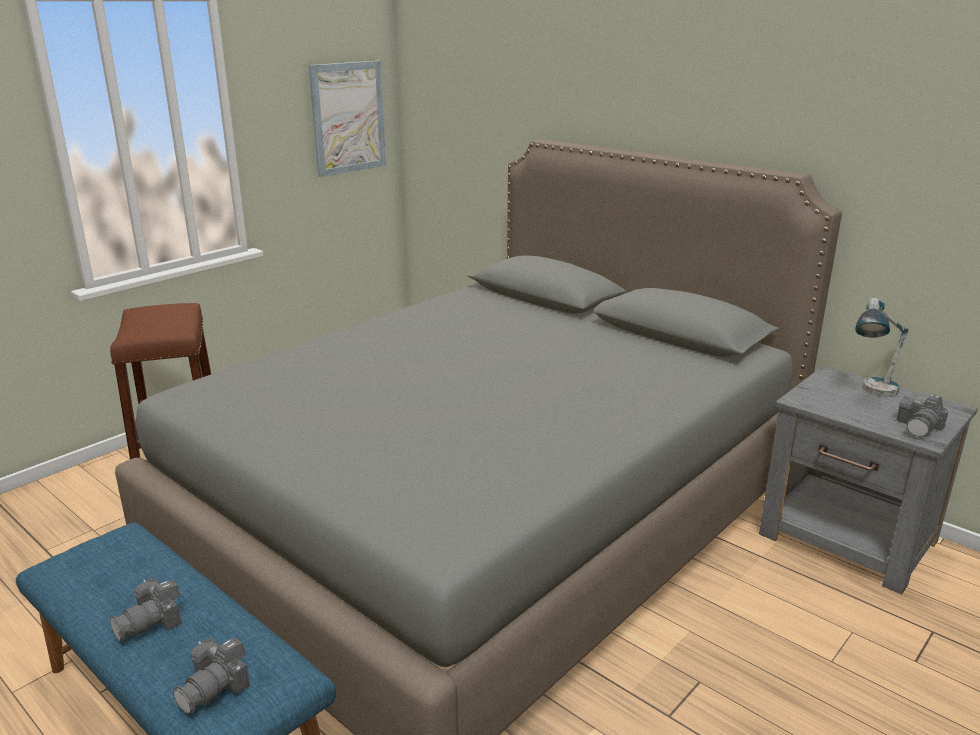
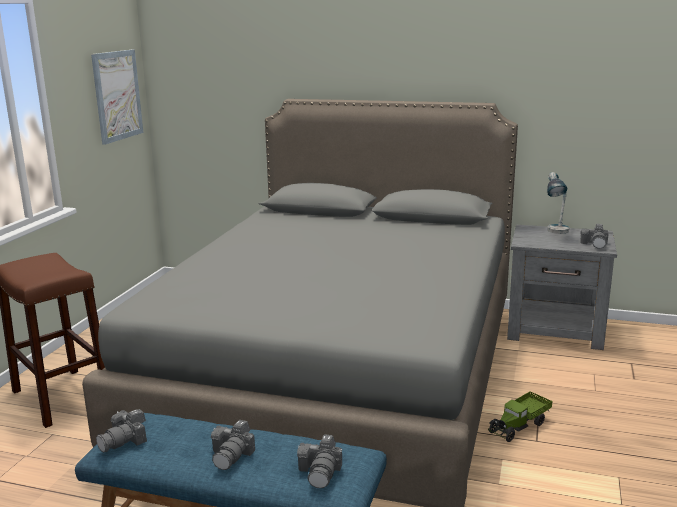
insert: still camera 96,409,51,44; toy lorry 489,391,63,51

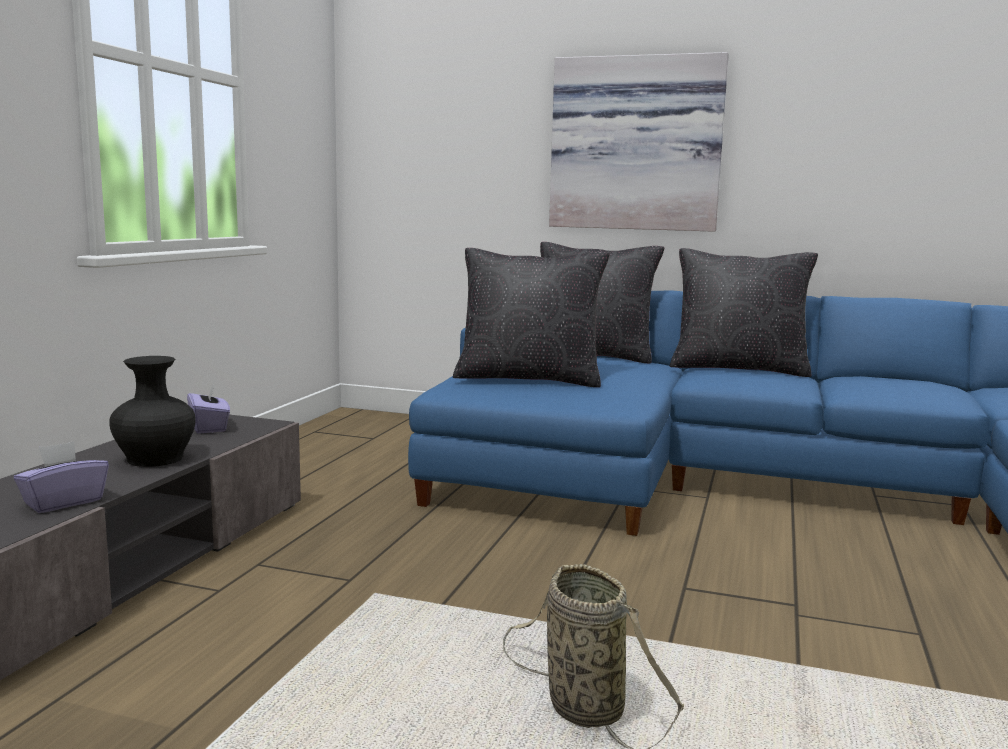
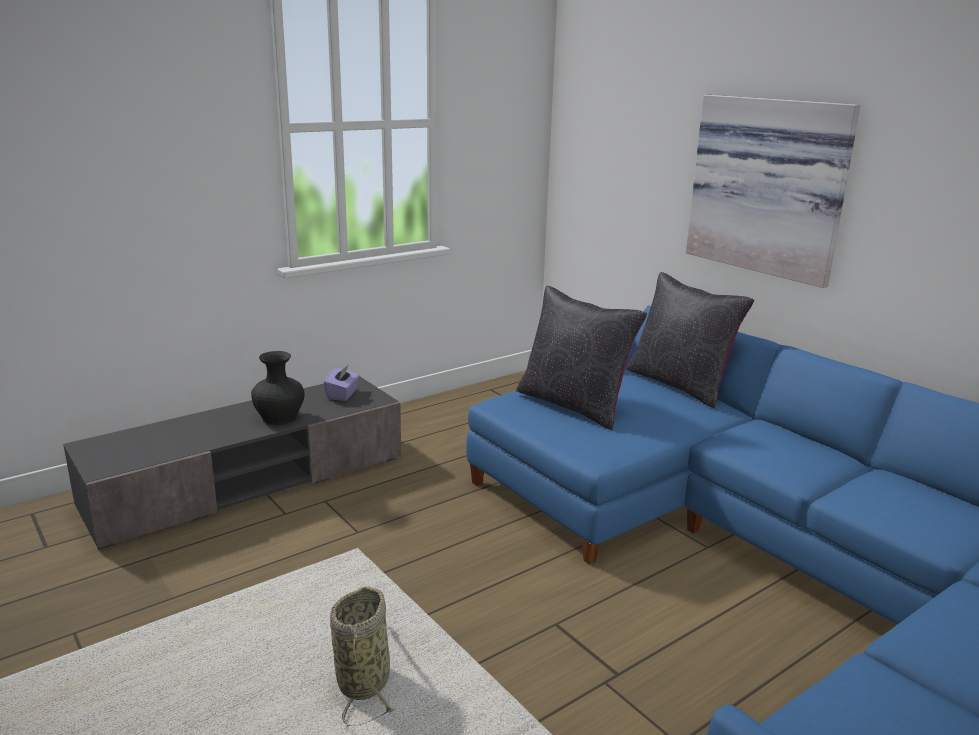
delete: purplish tissue holder 14,441,95,72; black cushion 670,248,148,129

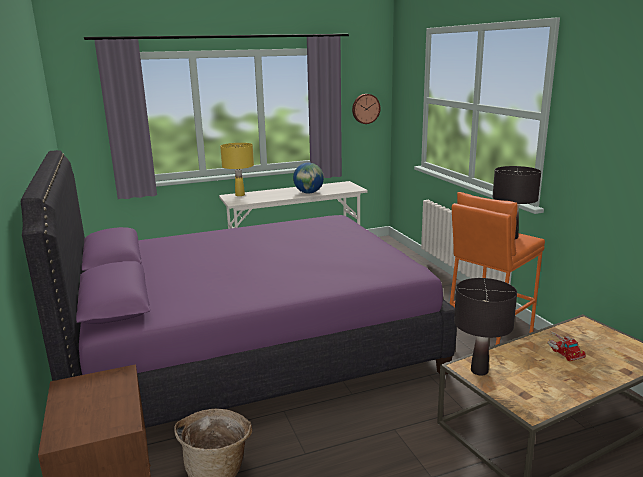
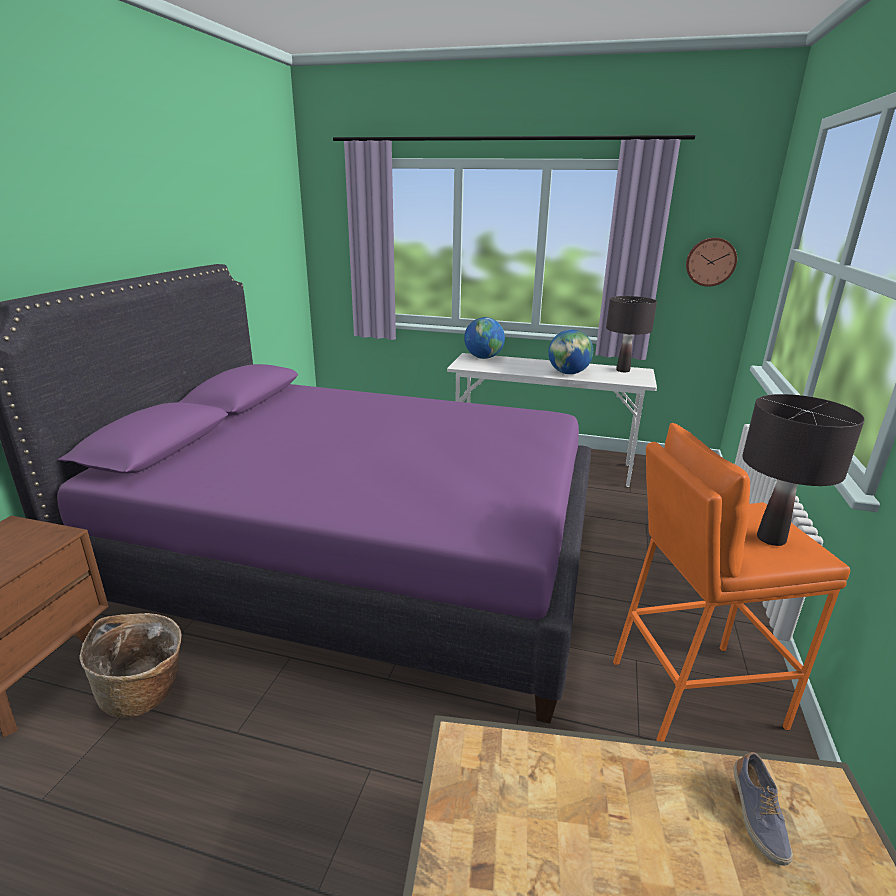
delete: toy lorry 547,331,39,30
insert: item of footwear 734,752,59,114
move: black table lamp 454,278,63,97 to 606,296,51,76
replace: yellow-coloured table lamp 220,143,34,53 to globe 464,317,41,42

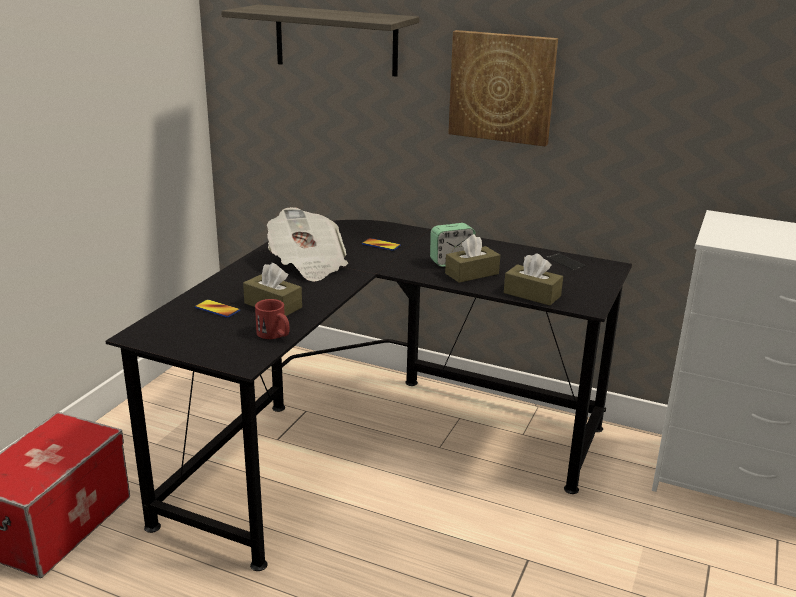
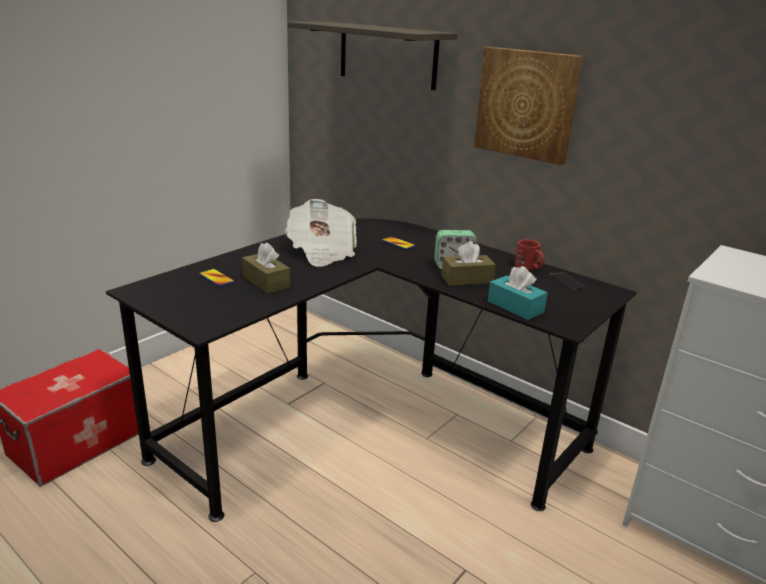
move: red mug 255,299,35,40 to 515,239,29,31
recolor: brownish tissue holder 504,253,59,53 to turquoise-coloured tissue holder 488,266,60,54

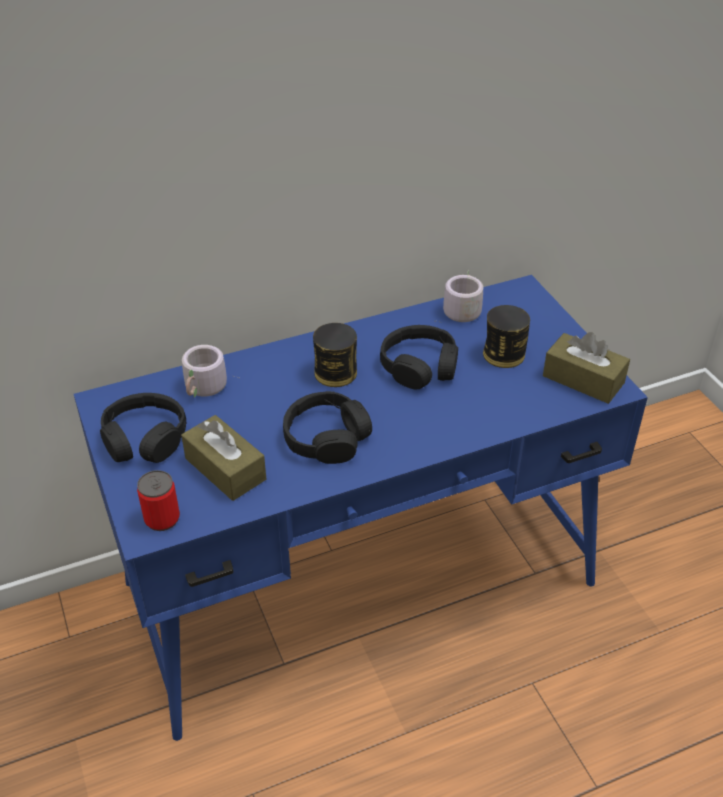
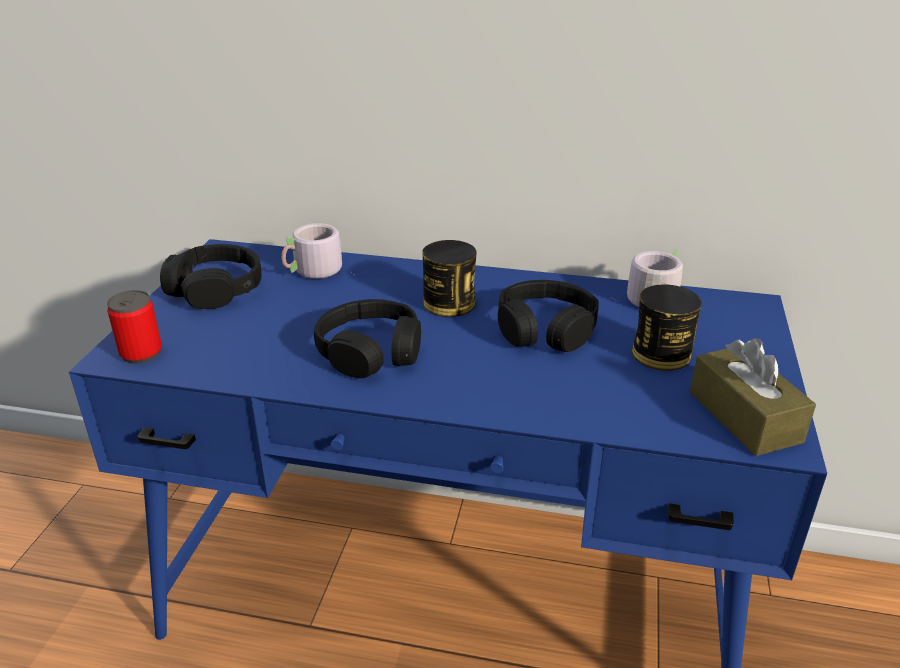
delete: brownish tissue holder 181,415,85,86

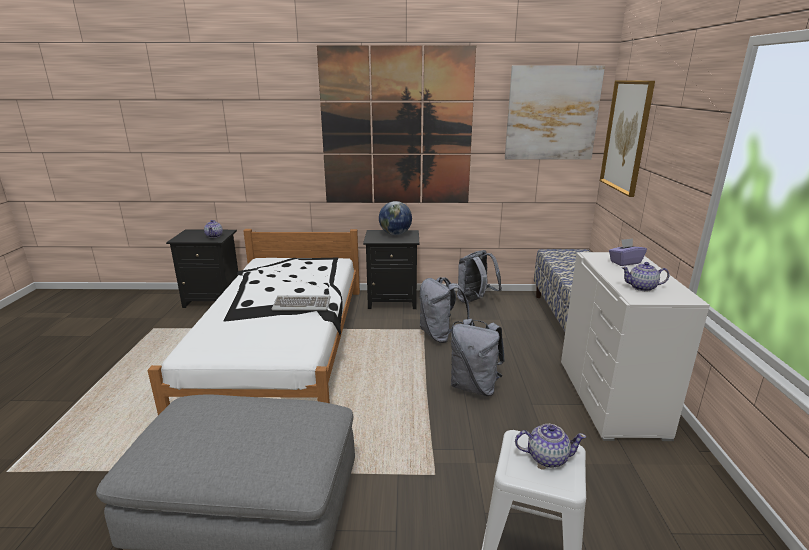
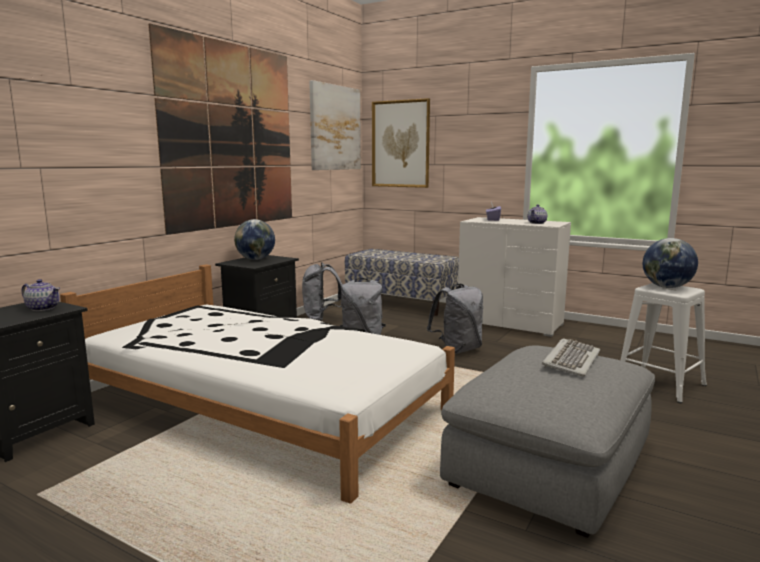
move: PC keyboard 271,295,59,16 to 542,338,58,39
replace: tea pot 515,424,71,44 to globe 643,238,55,50

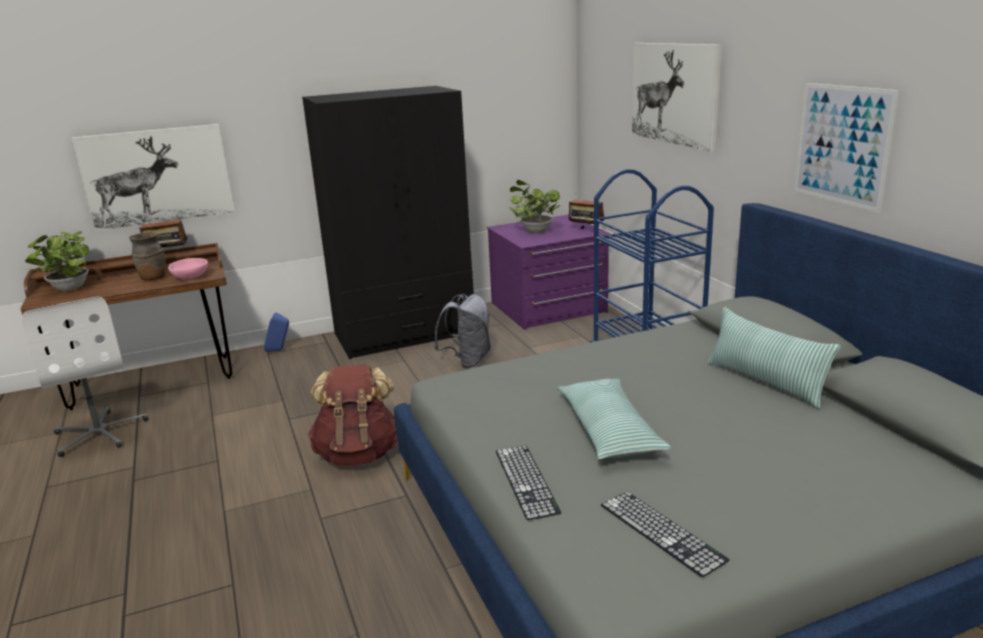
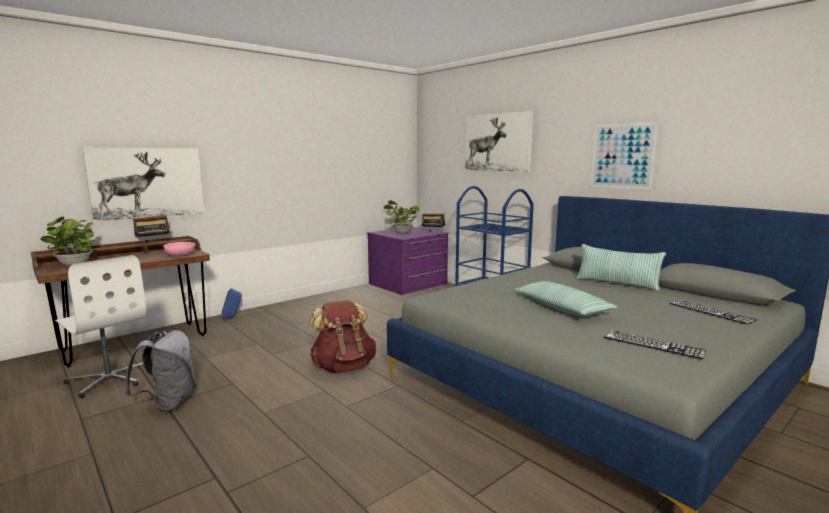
delete: brownish vase 129,232,37,48; black wardrobe 302,86,172,273
move: greyish backpack 434,294,57,74 to 125,330,71,83; PC keyboard 496,446,65,74 to 670,300,87,24

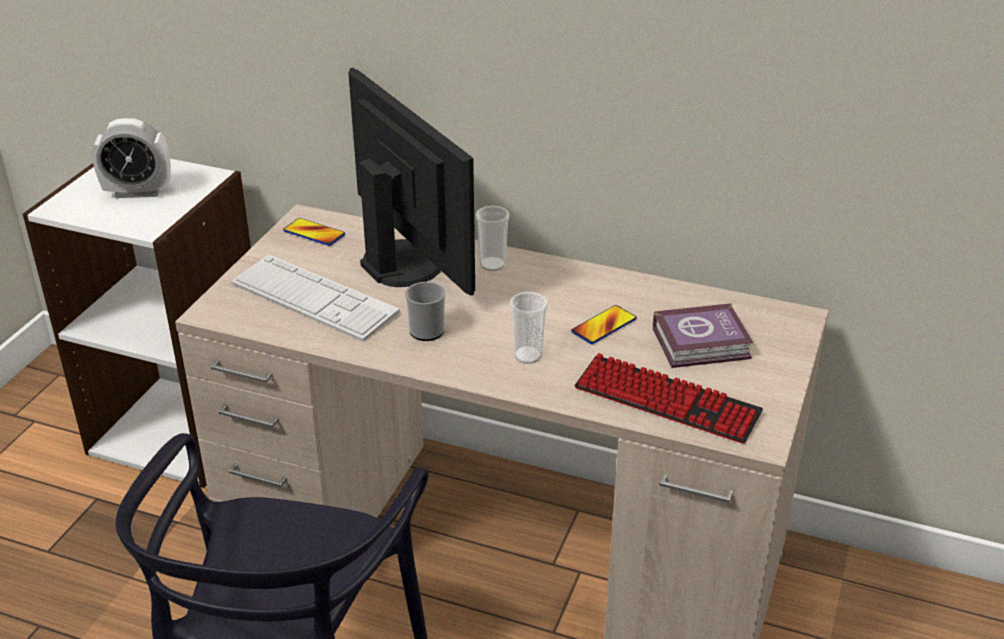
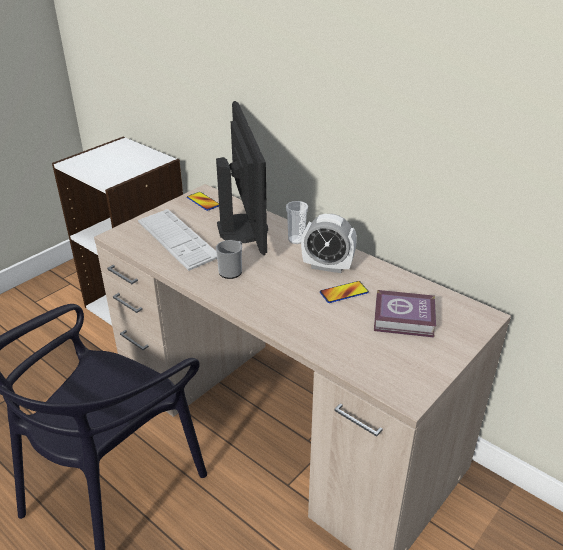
delete: cup 510,292,38,72; PC keyboard 574,353,189,91
move: table clock 92,118,79,80 to 301,214,56,59

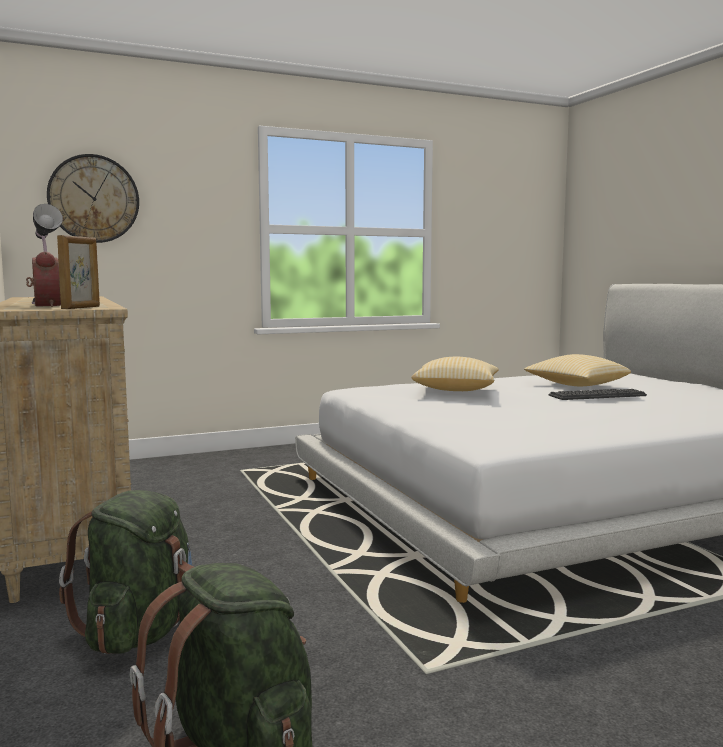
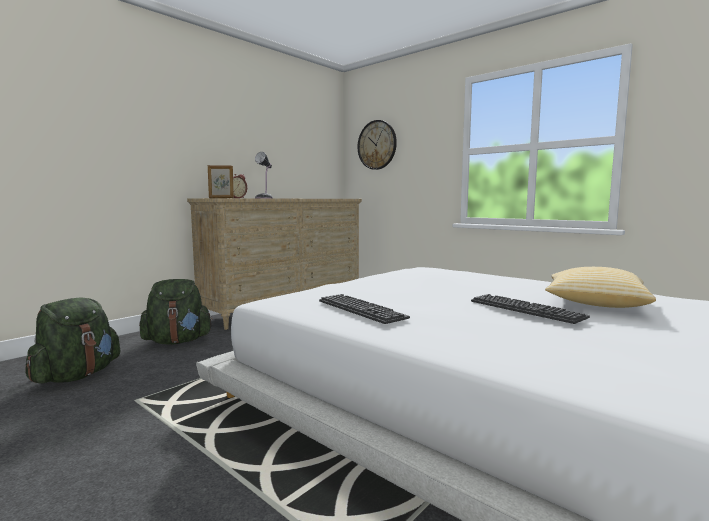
delete: cushion 411,357,88,34
insert: PC keyboard 319,294,91,30

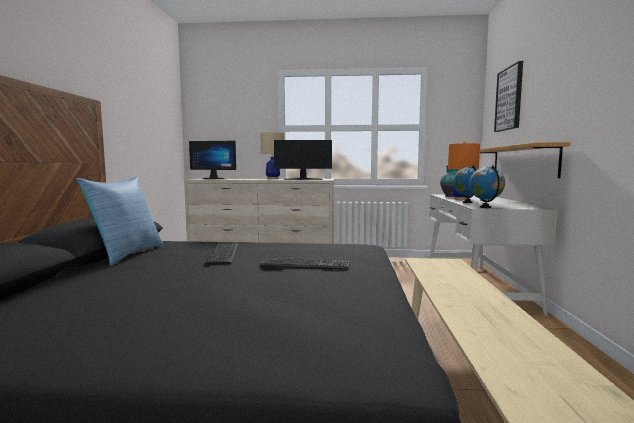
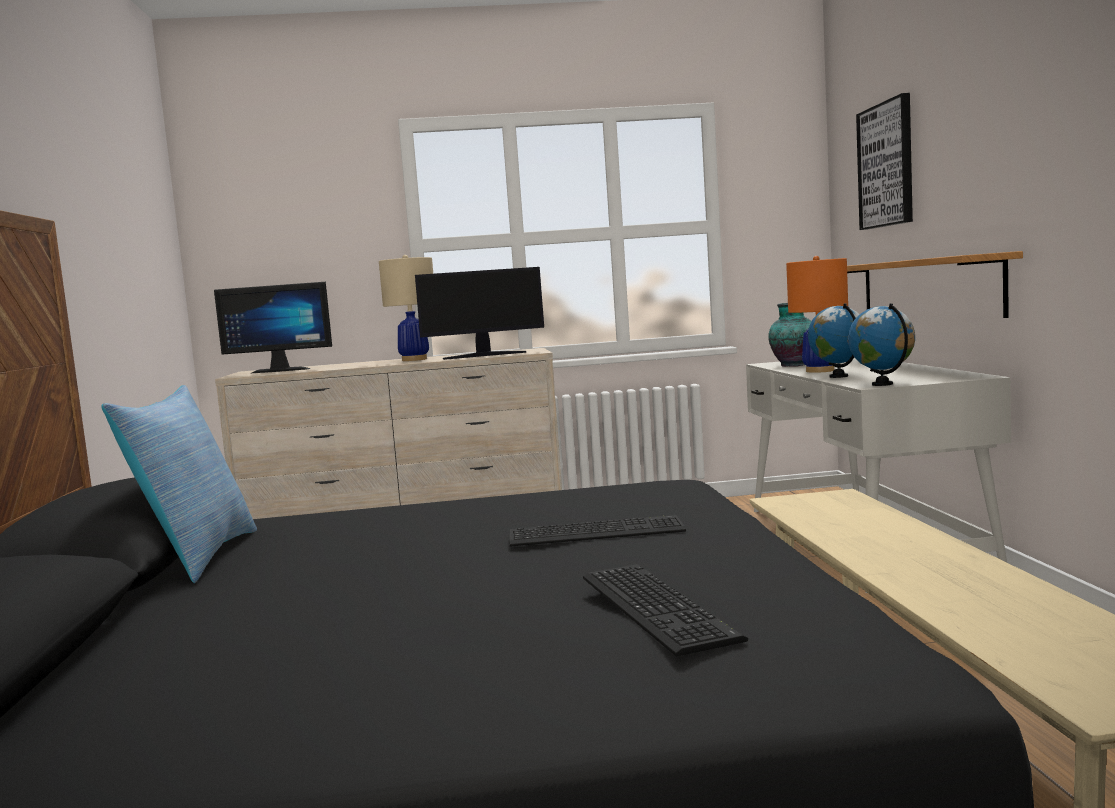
move: PC keyboard 204,244,34,21 to 583,564,165,92

